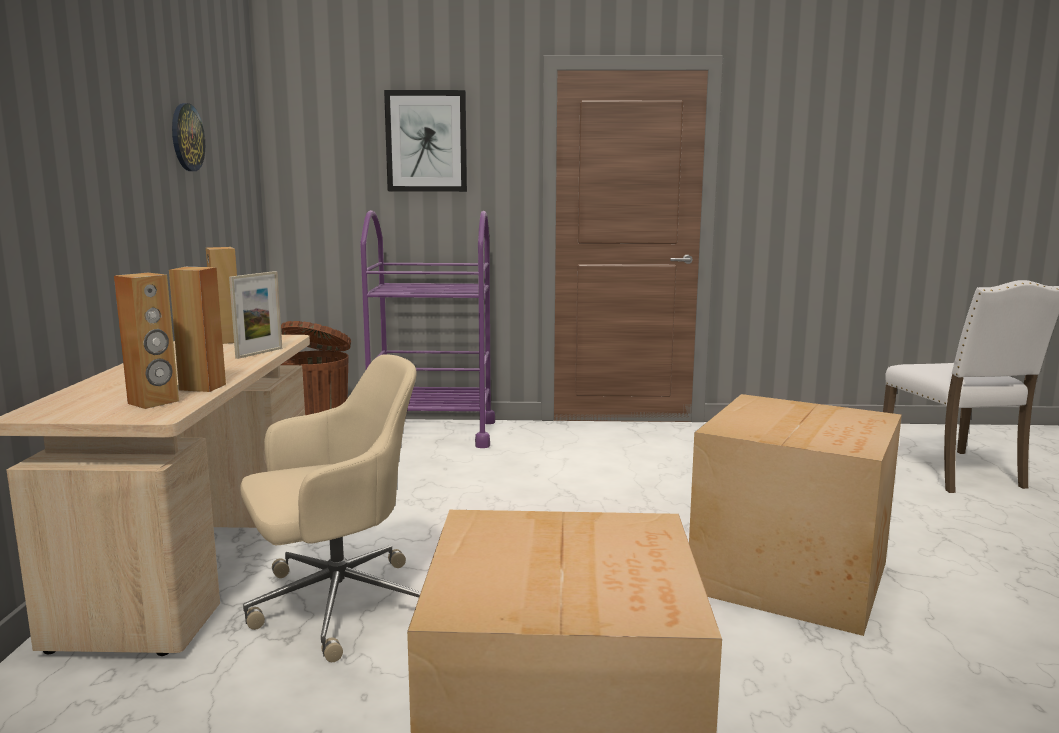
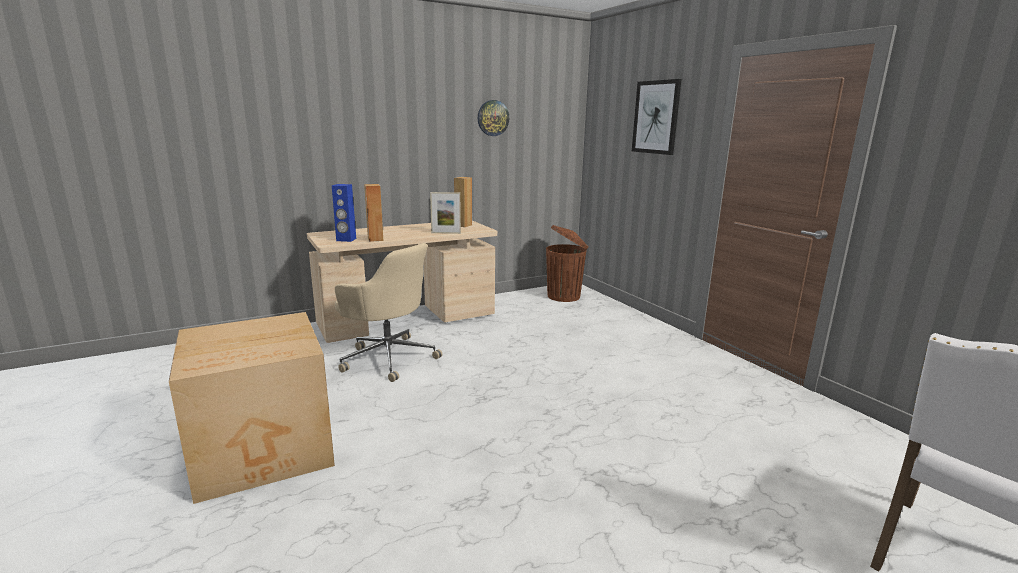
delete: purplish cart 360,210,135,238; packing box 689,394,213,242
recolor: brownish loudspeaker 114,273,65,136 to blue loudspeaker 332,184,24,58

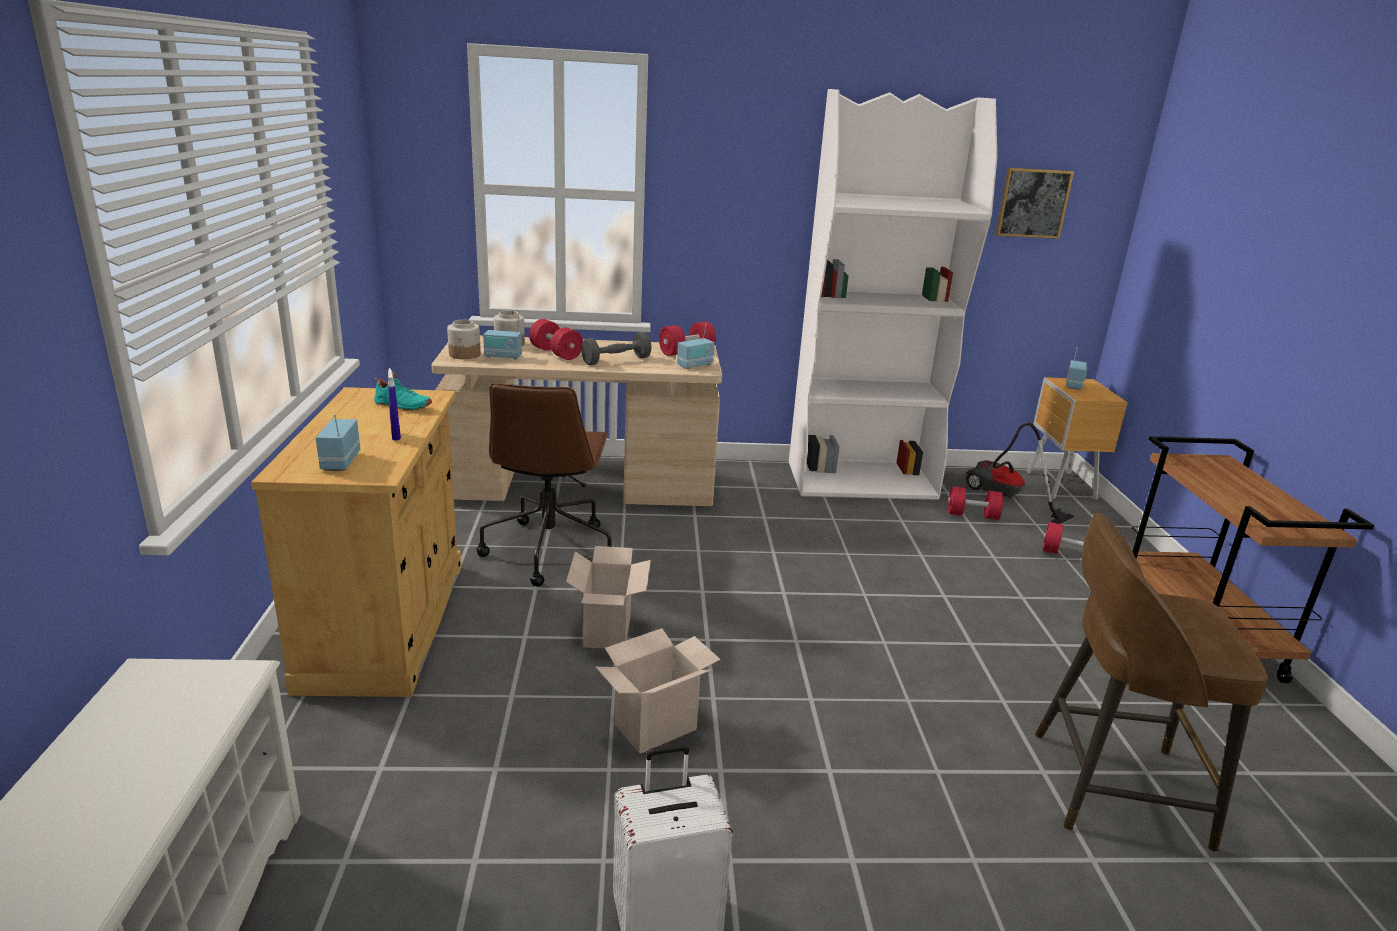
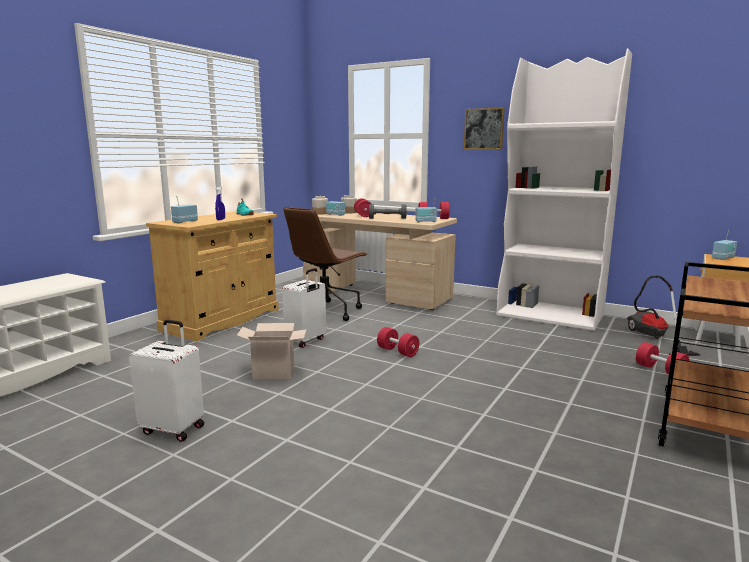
delete: brownish stool 1035,513,233,339
move: red hand weight 948,486,55,34 to 377,327,42,30; wall art 996,168,78,71 to 464,107,41,43
replace: packing box 566,546,85,103 to white piece of luggage 282,268,44,80

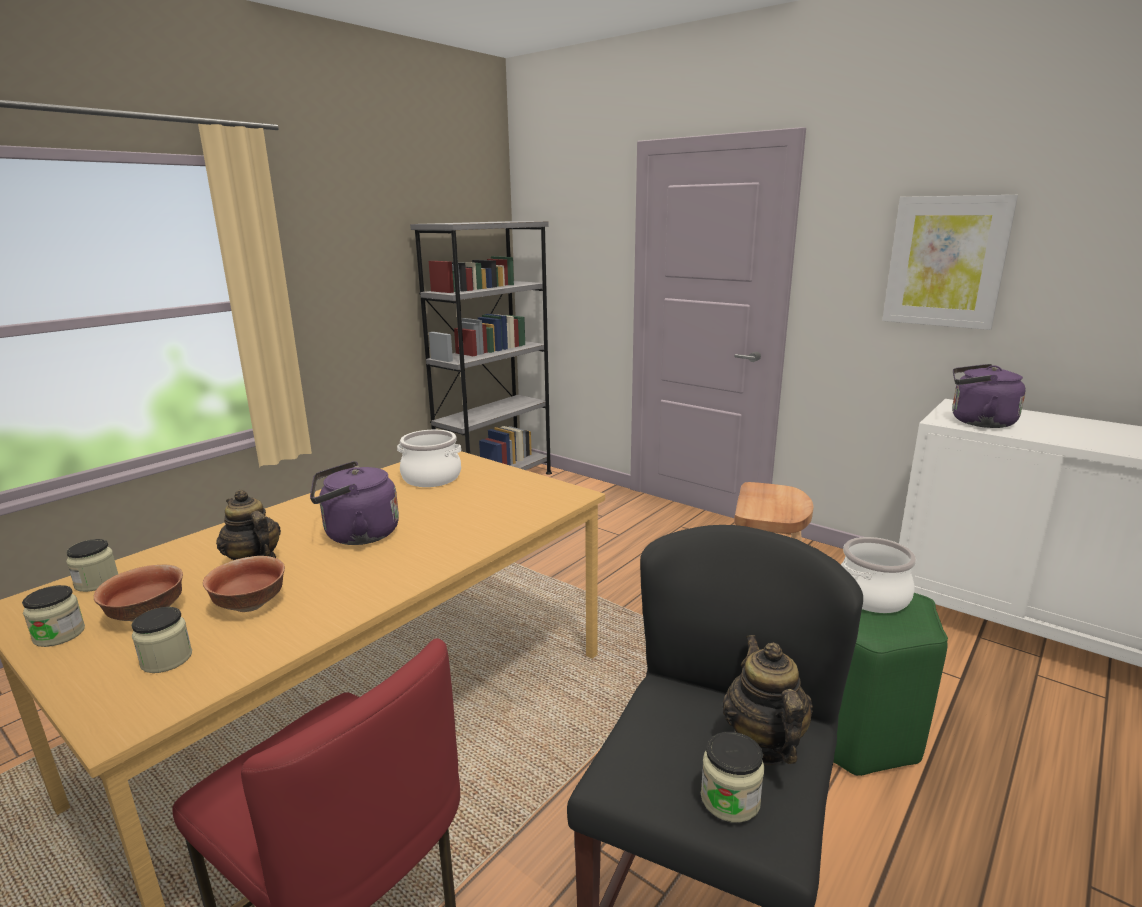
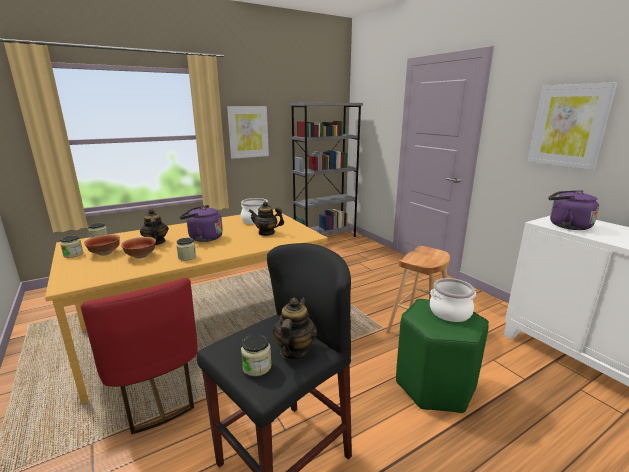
insert: wall art 227,106,42,53; tea pot 249,202,35,34
move: storage jar 131,607,61,66 to 176,238,20,23

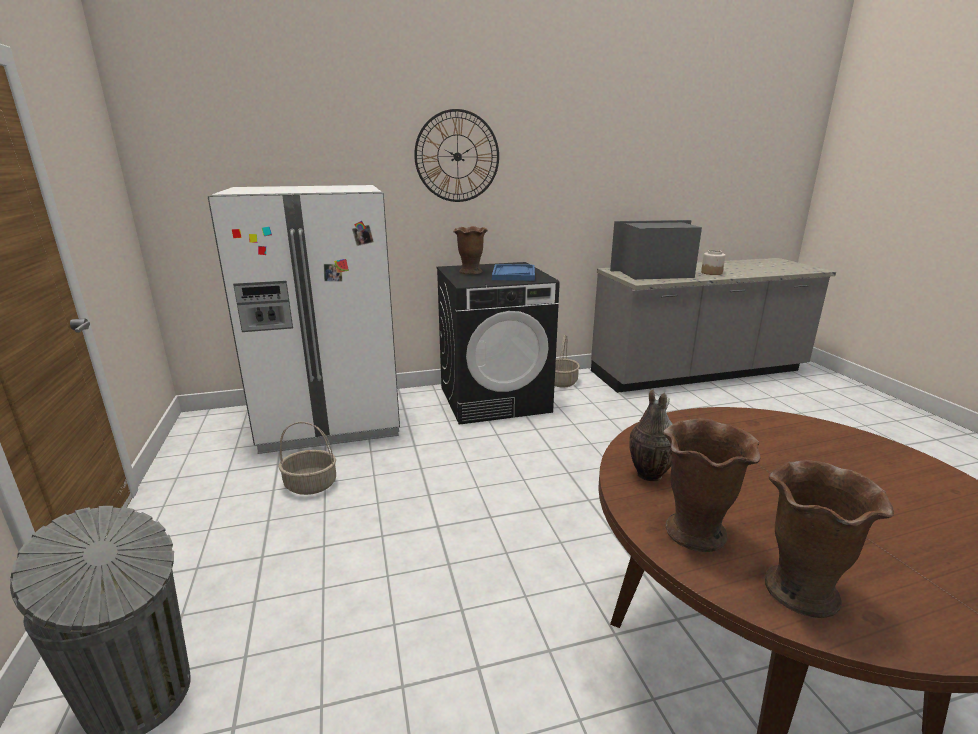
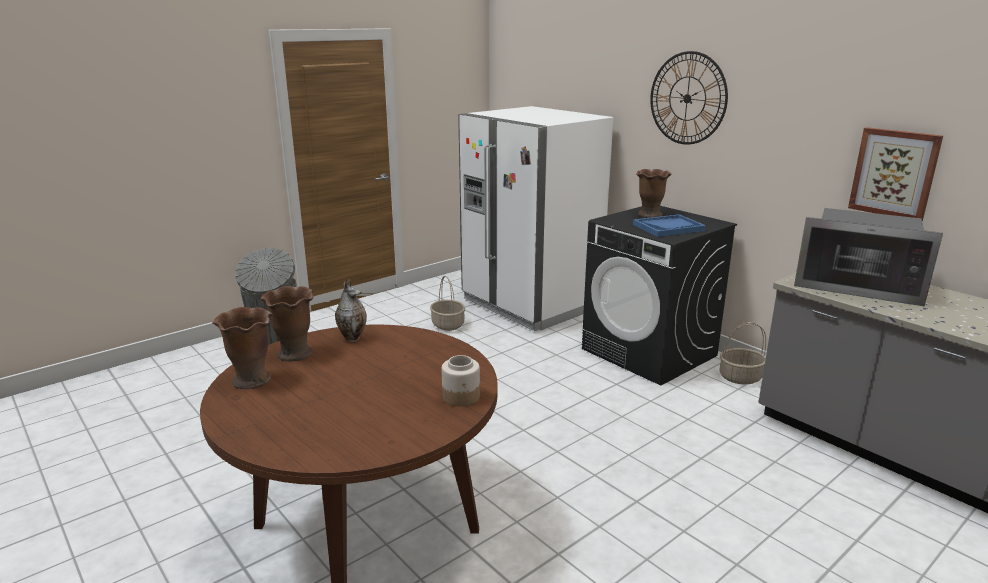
insert: wall art 848,127,95,94
move: storage jar 701,250,25,25 to 442,355,38,52
rotate: kitchen microwave 610,220,92,60 = 794,208,149,98 150 degrees clockwise

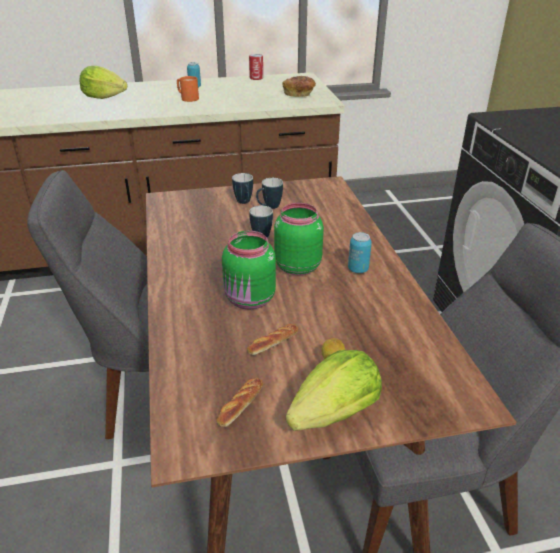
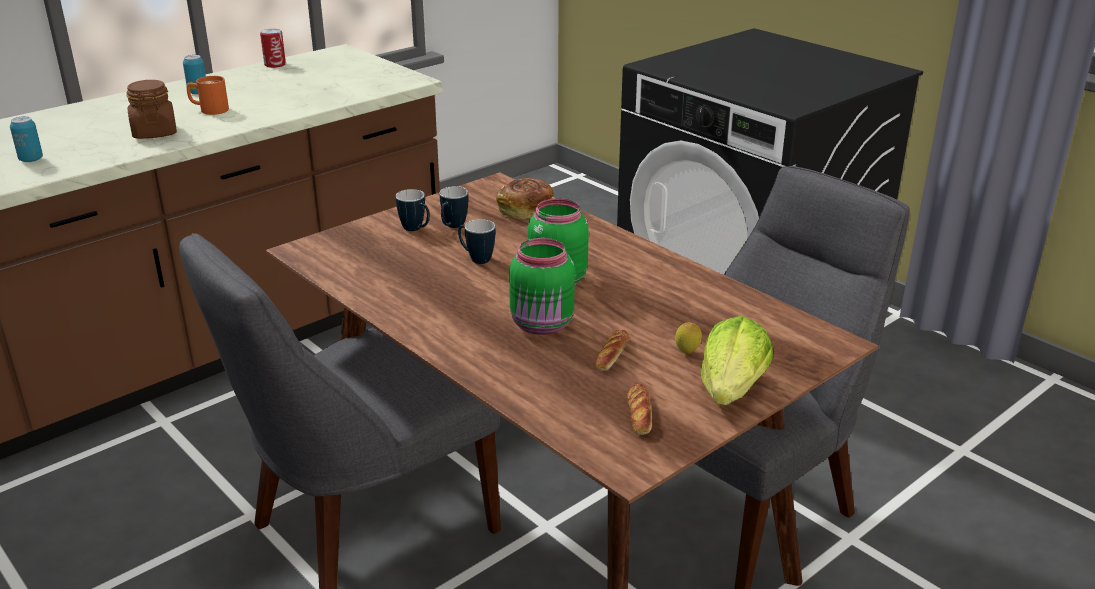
delete: head of lettuce 79,66,49,33
insert: brownish storage jar 126,80,51,59
move: bakery bread 282,76,34,21 to 496,178,57,41; can 348,232,24,41 to 10,116,33,46

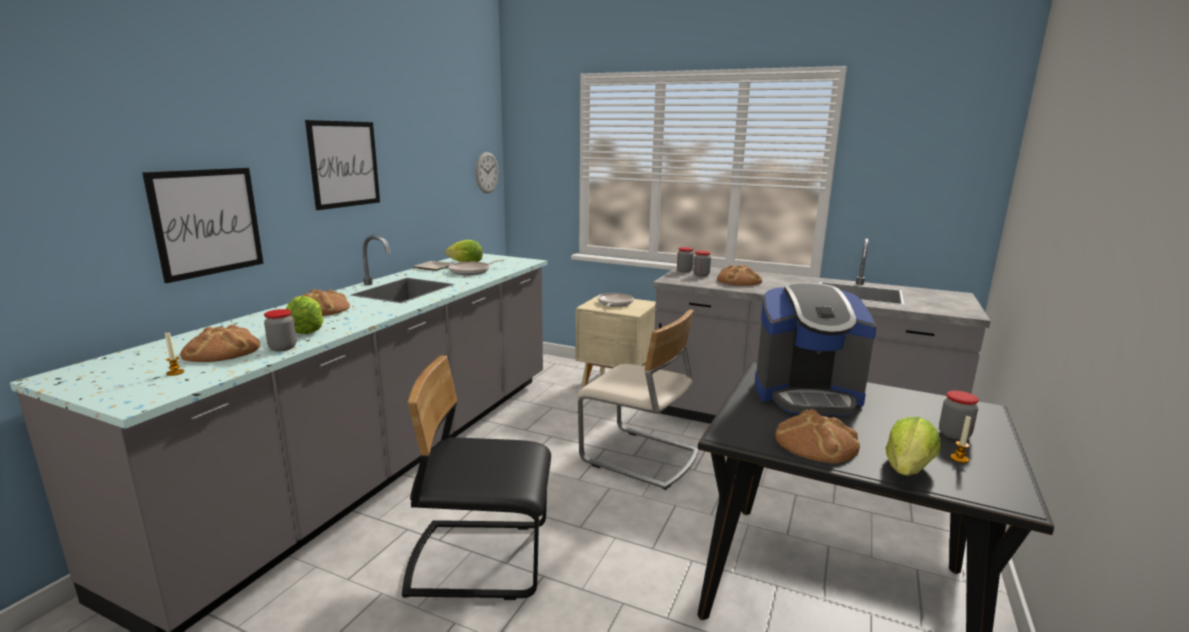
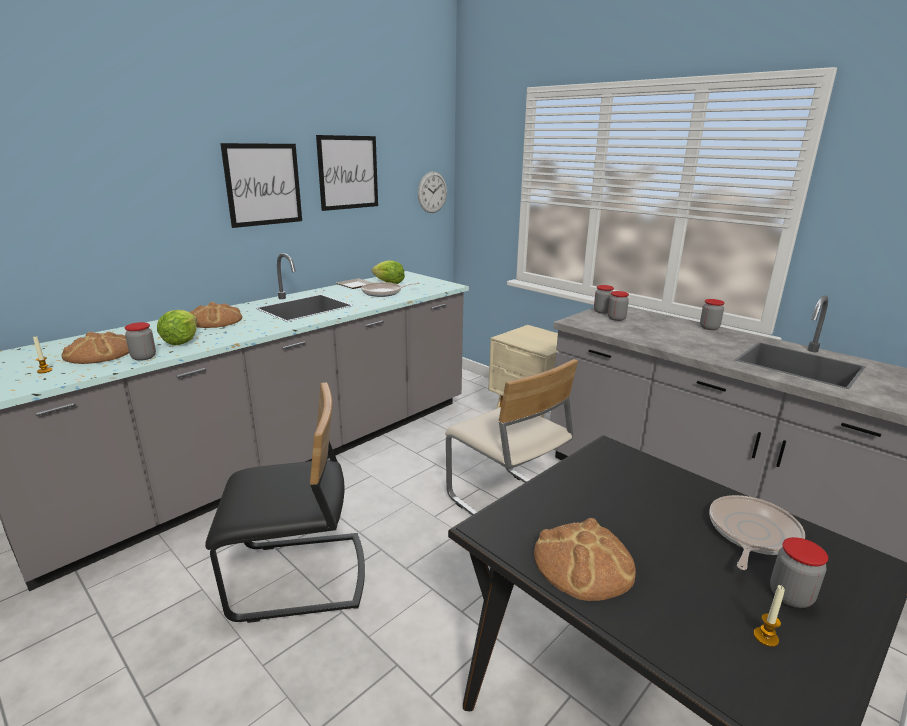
delete: bakery bread 717,265,45,21; coffee maker 755,282,122,134; head of lettuce 886,417,55,59
insert: storage jar 700,299,25,31
move: wall art 142,168,122,115 to 316,135,62,76; skillet 598,293,36,14 to 709,495,96,75
rotate: black plain chair 402,356,149,244 = 205,382,160,241 150 degrees clockwise

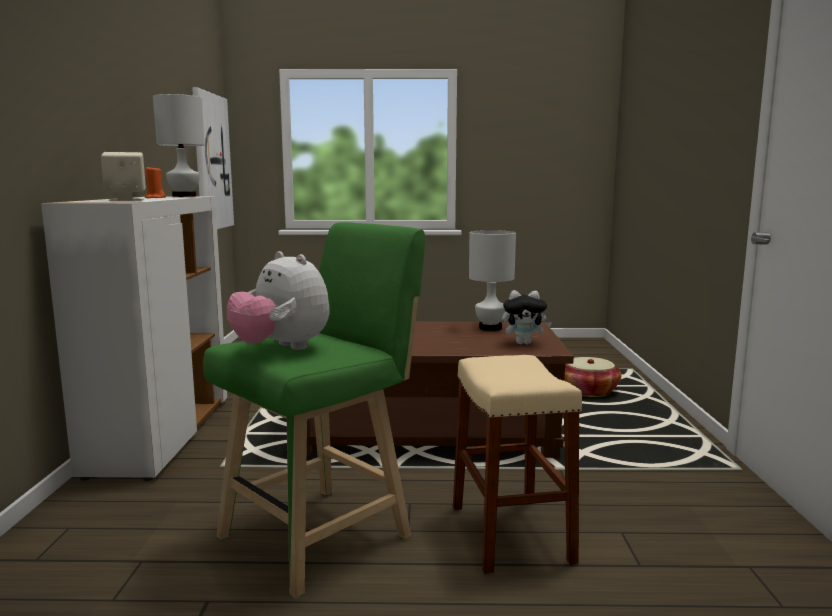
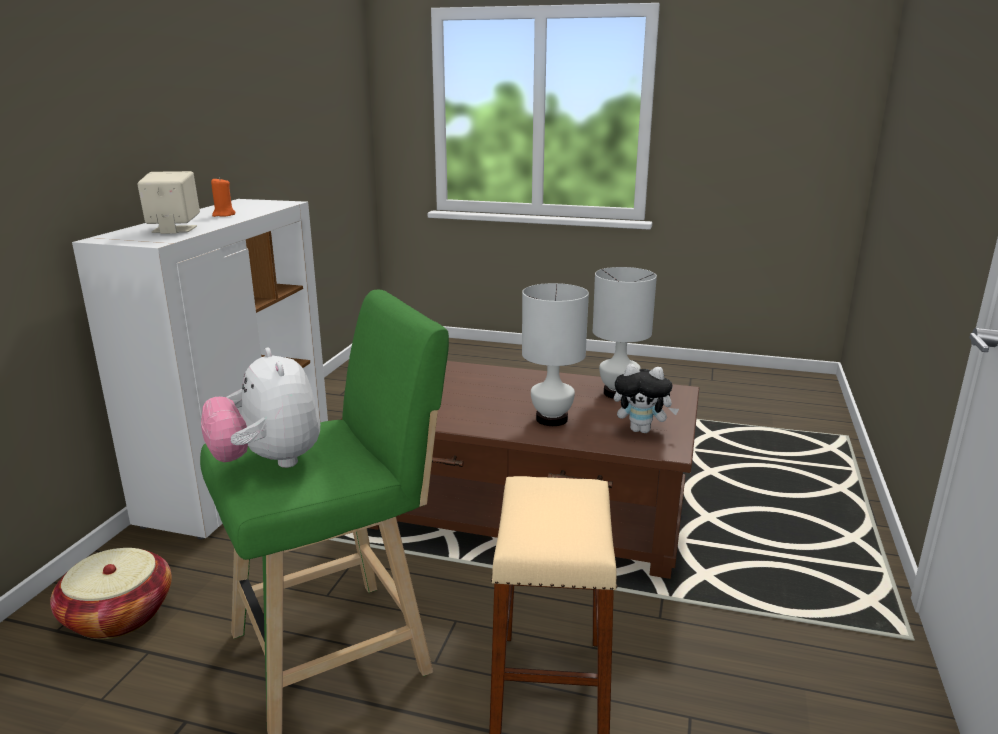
delete: wall art 192,87,42,142
move: white table lamp 153,94,52,103 to 522,283,67,143; basket 564,357,57,40 to 50,548,122,91

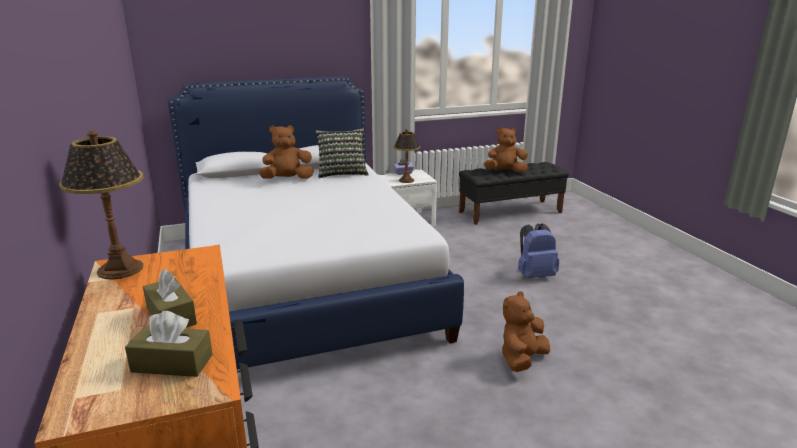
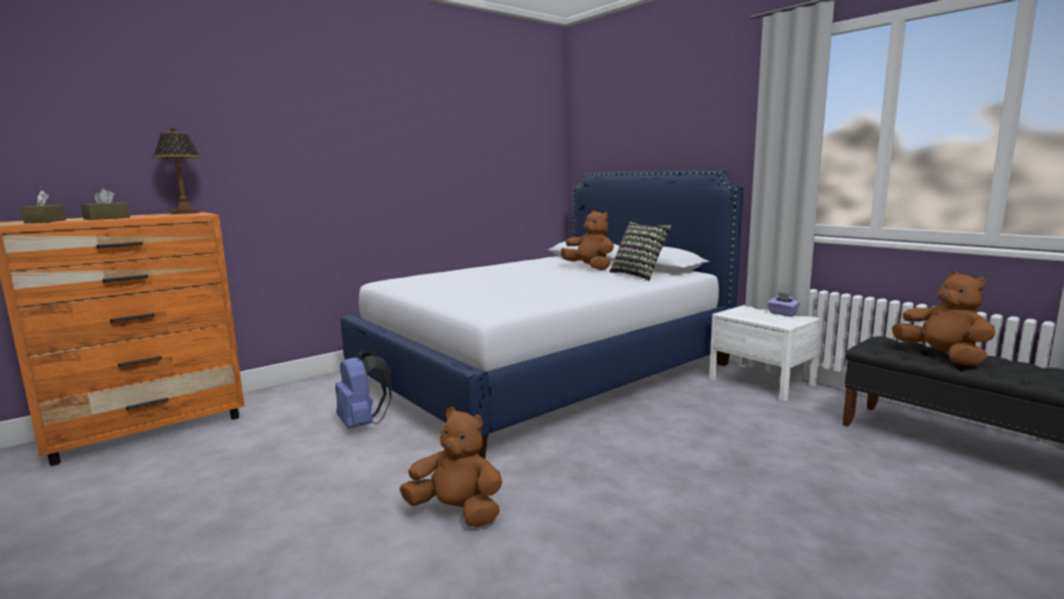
delete: table lamp 393,129,27,54
move: blue backpack 518,223,41,55 to 335,351,57,78

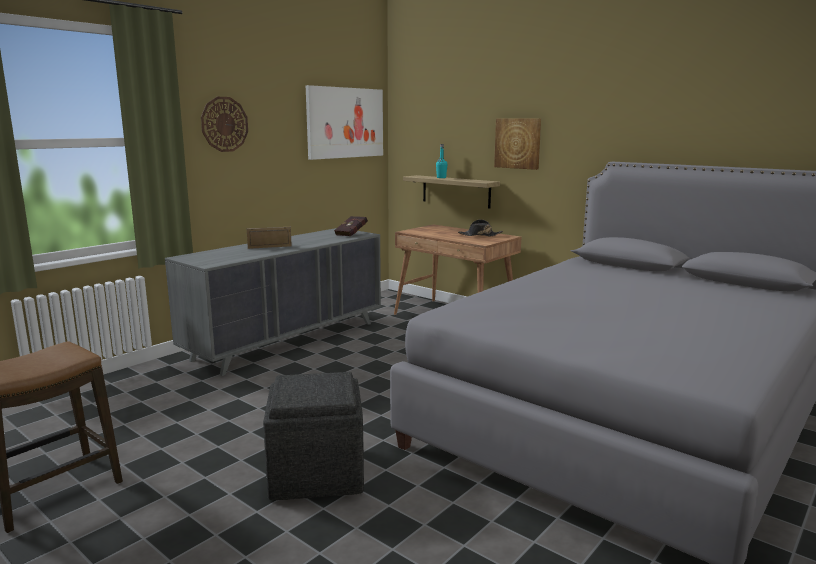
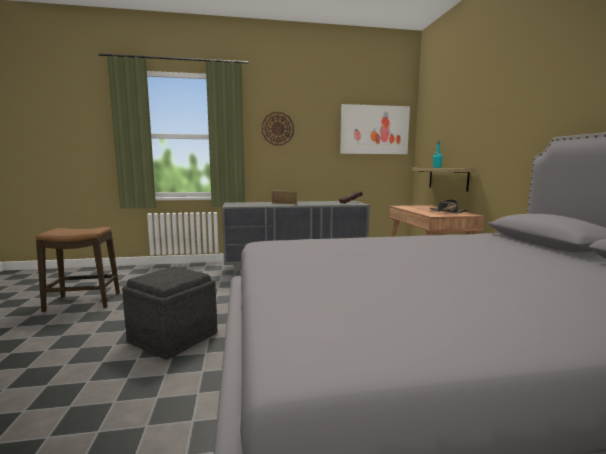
delete: wall art 494,119,47,51

